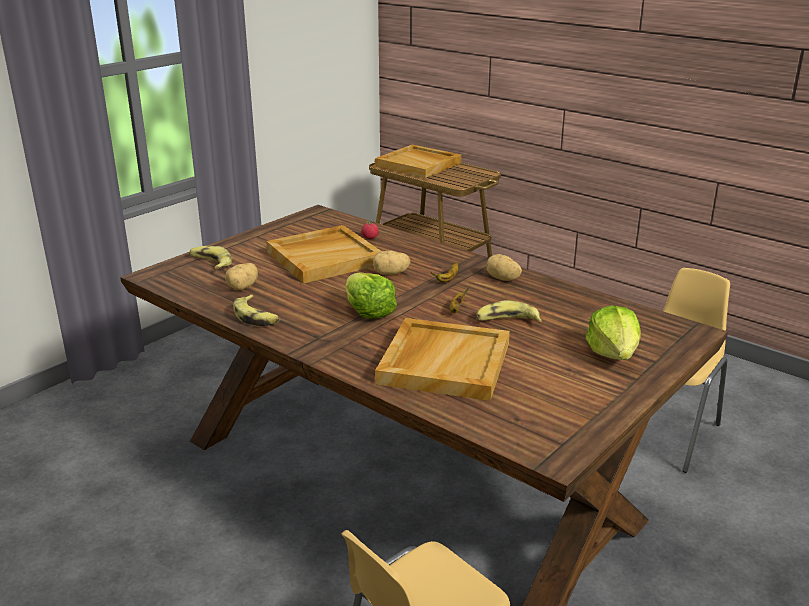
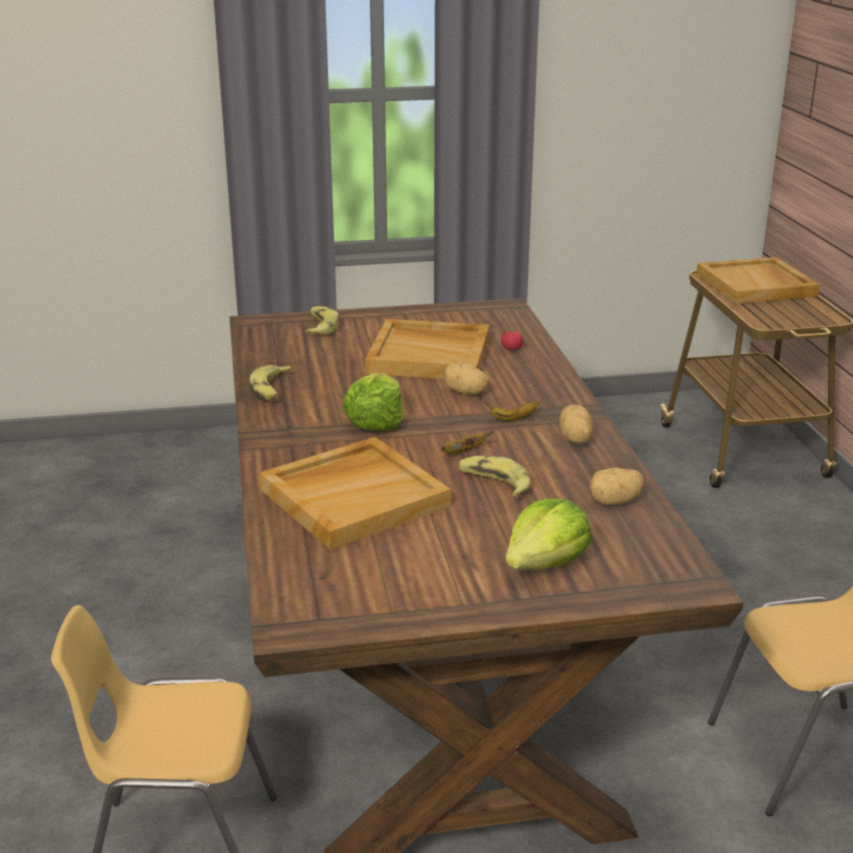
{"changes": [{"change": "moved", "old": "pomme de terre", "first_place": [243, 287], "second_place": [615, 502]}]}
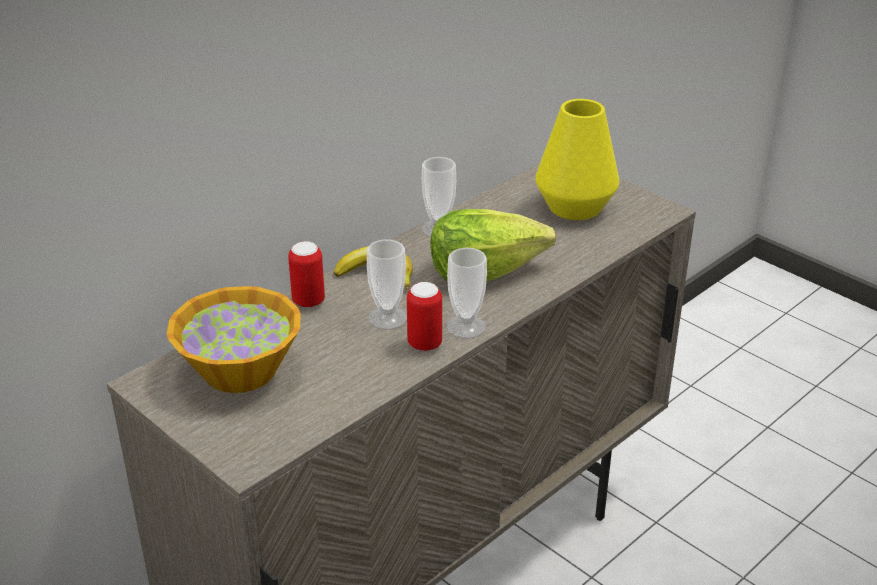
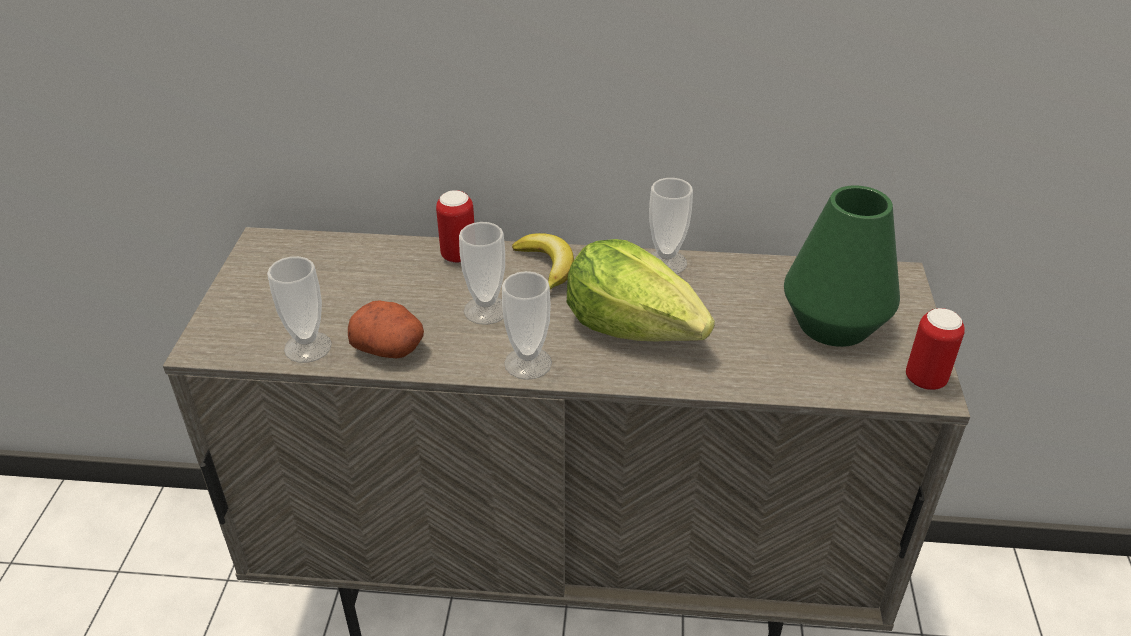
{"changes": [{"change": "removed", "old": "bol", "first_place": [240, 370]}, {"change": "moved", "old": "boîte métallique", "first_place": [424, 344], "second_place": [925, 380]}, {"change": "recoloured", "old": "vase/jaune", "new": "vase/vert", "first_place": [575, 207], "second_place": [833, 324]}, {"change": "added", "new": "tasse", "second_place": [308, 347]}, {"change": "added", "new": "pomme de terre", "second_place": [390, 348]}]}
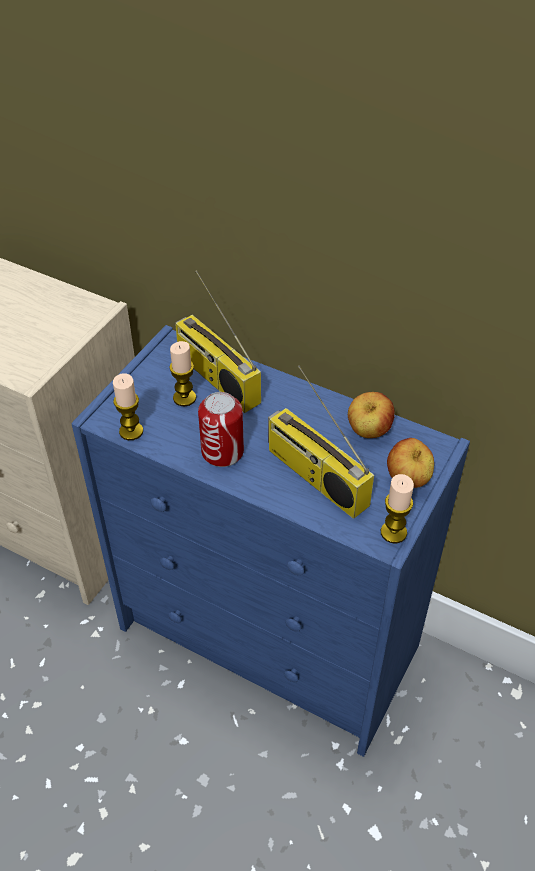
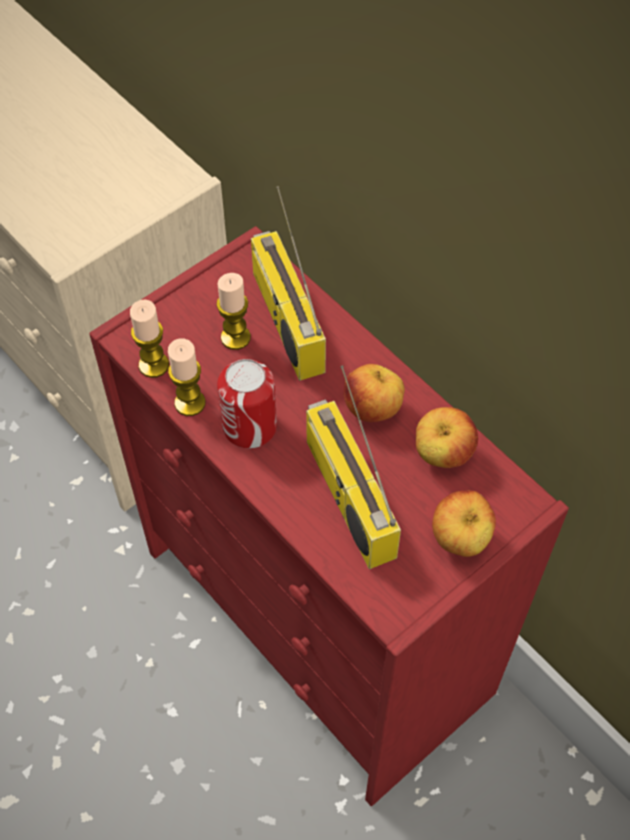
{"changes": [{"change": "recoloured", "old": "commode/bleu", "new": "commode/rouge", "first_place": [272, 638], "second_place": [320, 624]}, {"change": "moved", "old": "bougie", "first_place": [393, 532], "second_place": [190, 403]}, {"change": "added", "new": "pomme", "second_place": [373, 410]}]}
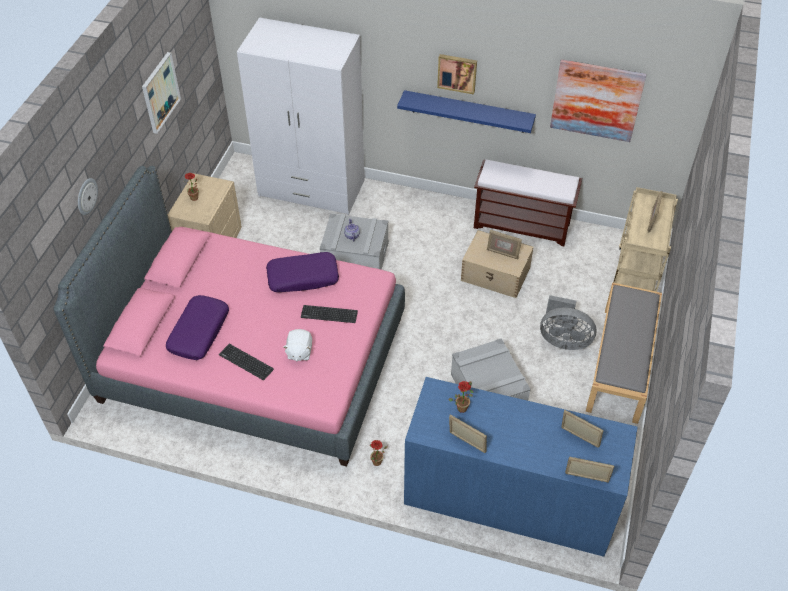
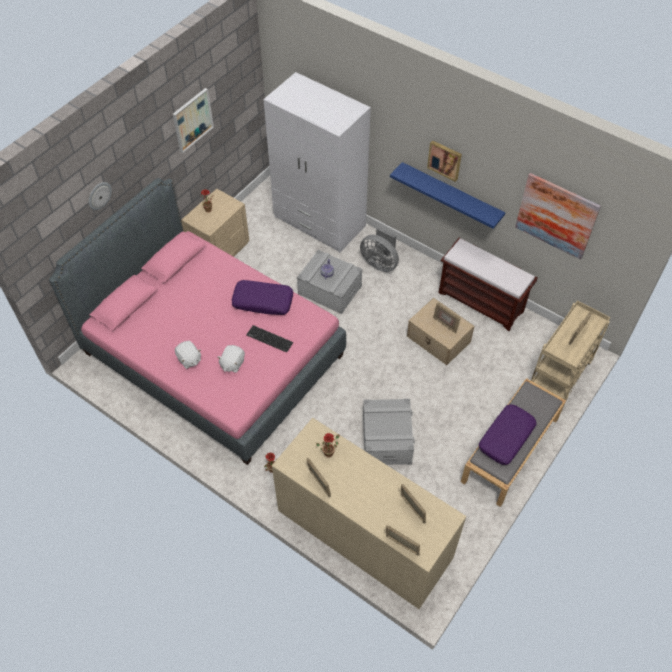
{"changes": [{"change": "moved", "old": "coussin/violet", "first_place": [198, 332], "second_place": [506, 437]}, {"change": "replaced", "old": "clavier", "new": "peluche/blanc", "first_place": [246, 362], "second_place": [189, 359]}, {"change": "recoloured", "old": "commode/bleu", "new": "commode/beige", "first_place": [509, 497], "second_place": [364, 533]}, {"change": "moved", "old": "ventilateur/gris", "first_place": [563, 340], "second_place": [380, 263]}]}
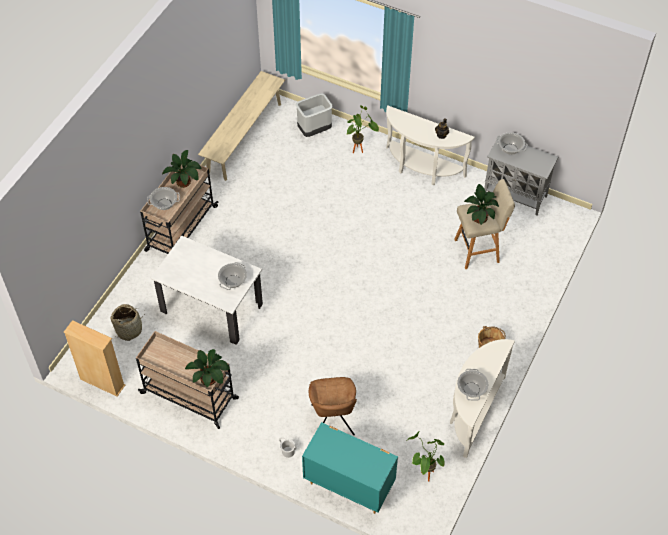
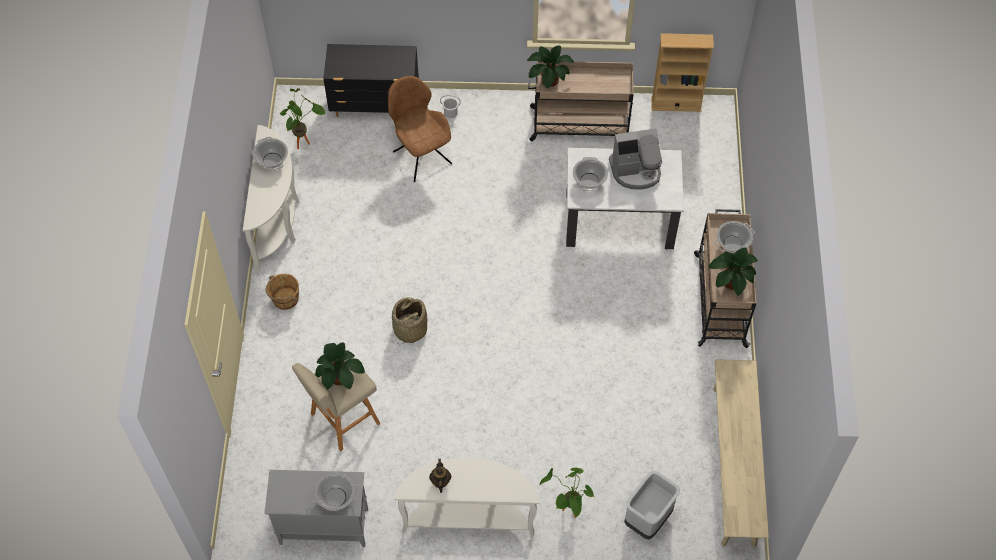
{"changes": [{"change": "moved", "old": "panier", "first_place": [129, 329], "second_place": [410, 329]}, {"change": "recoloured", "old": "commode/turquoise", "new": "commode/noir", "first_place": [348, 485], "second_place": [376, 106]}, {"change": "added", "new": "machine à café", "second_place": [636, 171]}]}
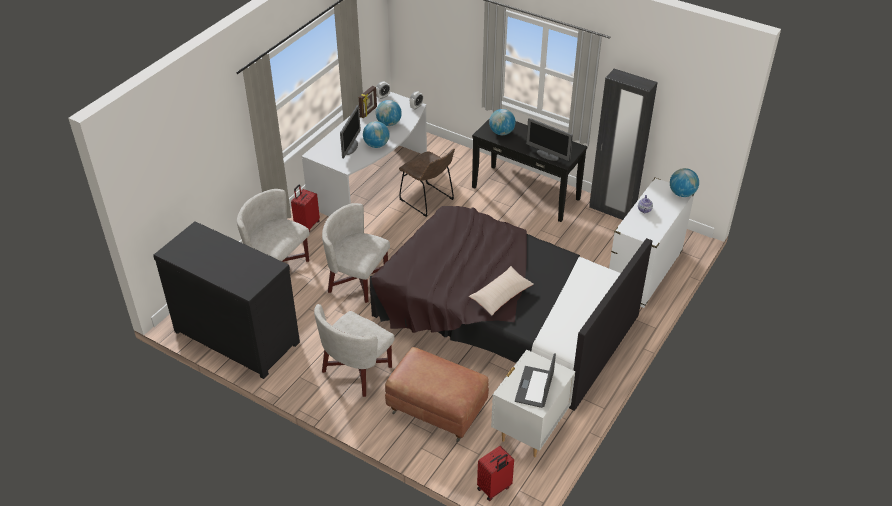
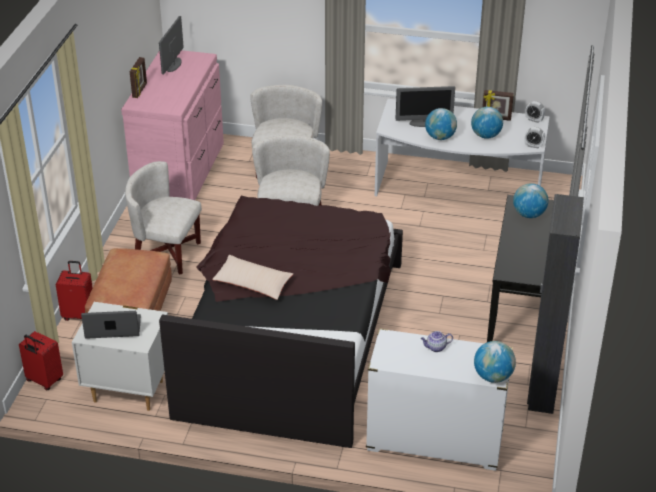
{"changes": [{"change": "recoloured", "old": "commode/noir", "new": "commode/rose", "first_place": [238, 335], "second_place": [181, 173]}, {"change": "moved", "old": "valise/rouge", "first_place": [307, 225], "second_place": [79, 315]}, {"change": "removed", "old": "chaise/marron", "first_place": [428, 201]}, {"change": "moved", "old": "écran d'ordinateur", "first_place": [547, 155], "second_place": [173, 65]}, {"change": "added", "new": "cadre photo", "second_place": [140, 90]}]}
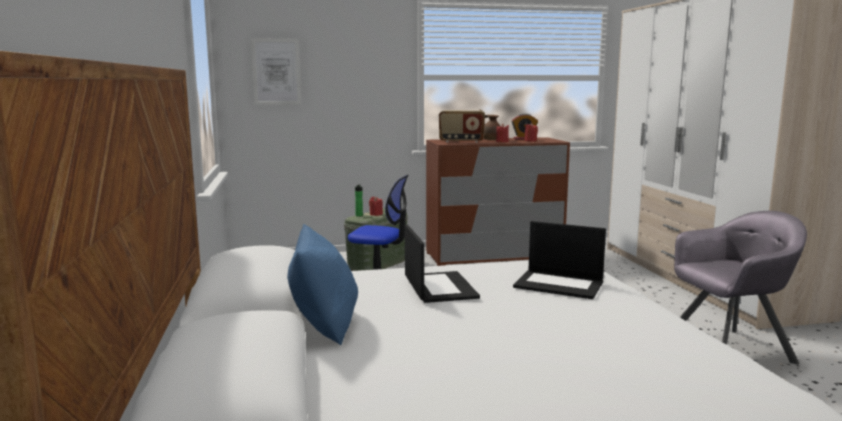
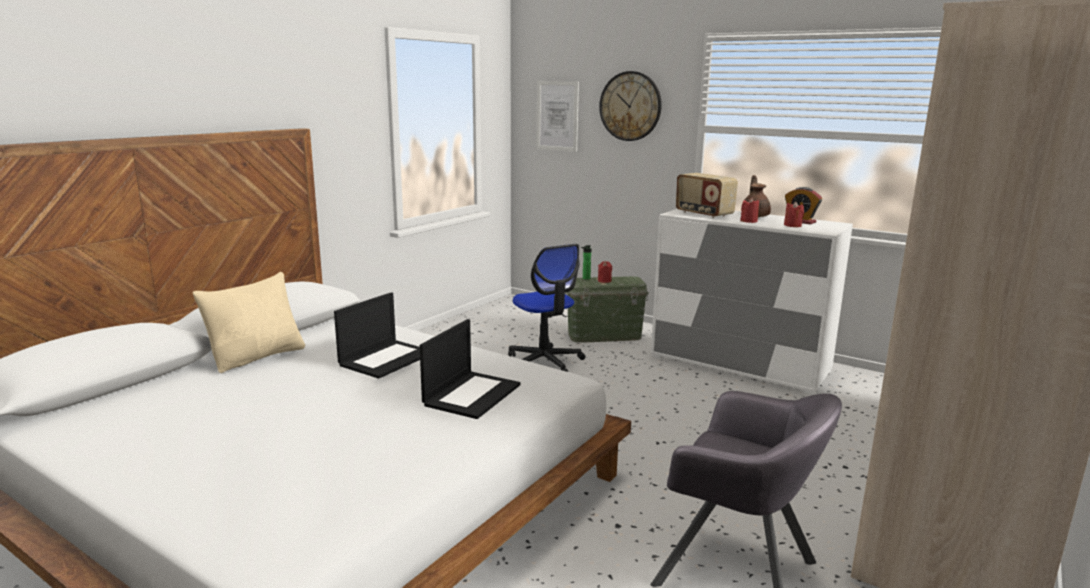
{"changes": [{"change": "recoloured", "old": "coussin/bleu", "new": "coussin/beige", "first_place": [325, 325], "second_place": [257, 357]}, {"change": "recoloured", "old": "commode/marron", "new": "commode/blanc", "first_place": [493, 256], "second_place": [739, 364]}, {"change": "turned", "old": "ordinateur portable", "first_place": [560, 284], "second_place": [472, 394], "degrees": -135}, {"change": "added", "new": "horloge murale", "second_place": [630, 106]}]}
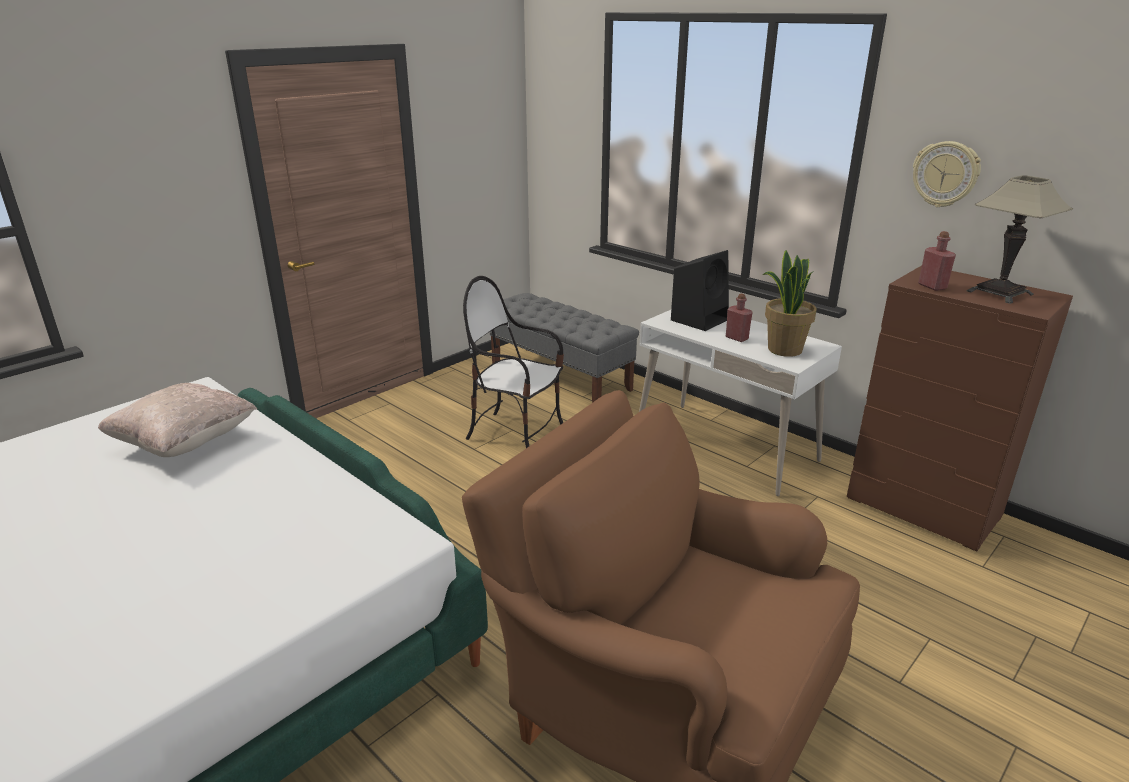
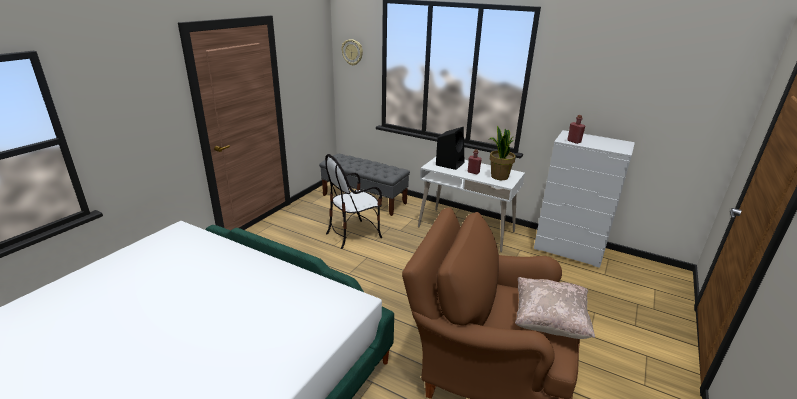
{"changes": [{"change": "moved", "old": "coussin/beige", "first_place": [185, 443], "second_place": [549, 322]}, {"change": "turned", "old": "chaise", "first_place": [516, 434], "second_place": [353, 234], "degrees": -45}, {"change": "recoloured", "old": "commode/marron", "new": "commode/blanc", "first_place": [923, 508], "second_place": [569, 250]}, {"change": "moved", "old": "horloge murale", "first_place": [945, 174], "second_place": [352, 52]}, {"change": "removed", "old": "lampe de table", "first_place": [1000, 293]}]}
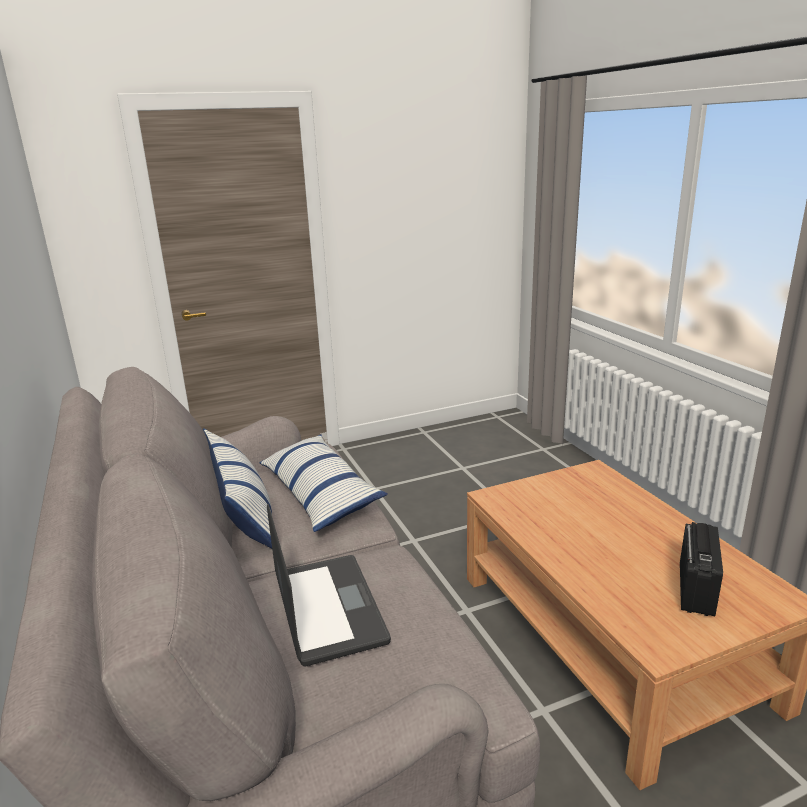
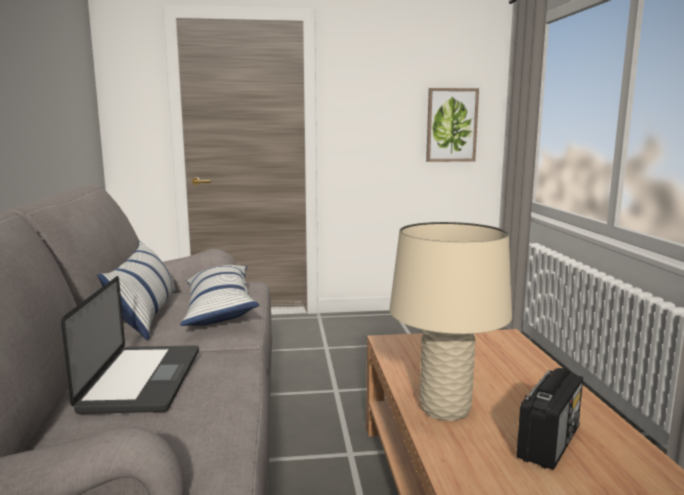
{"changes": [{"change": "added", "new": "lampe de table/beige", "second_place": [444, 409]}, {"change": "added", "new": "tableau", "second_place": [451, 125]}]}
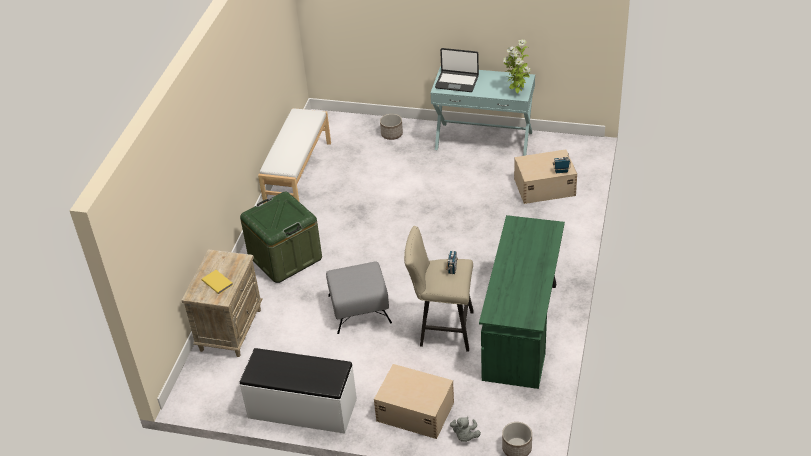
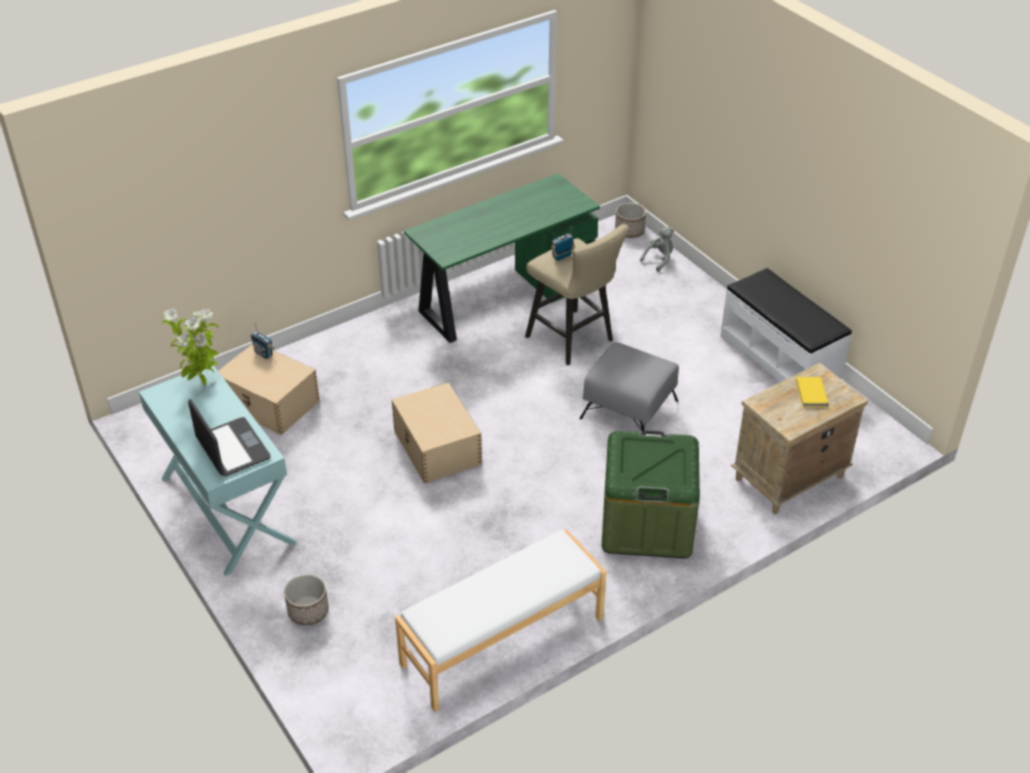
{"changes": [{"change": "moved", "old": "boîte de rangement/beige", "first_place": [414, 411], "second_place": [437, 448]}]}
